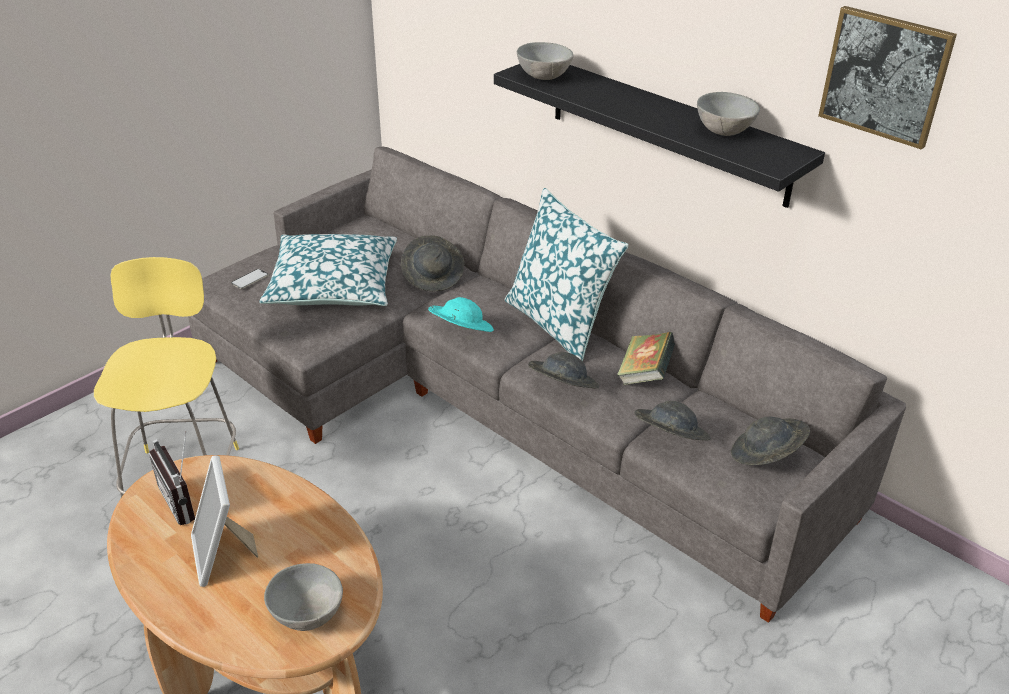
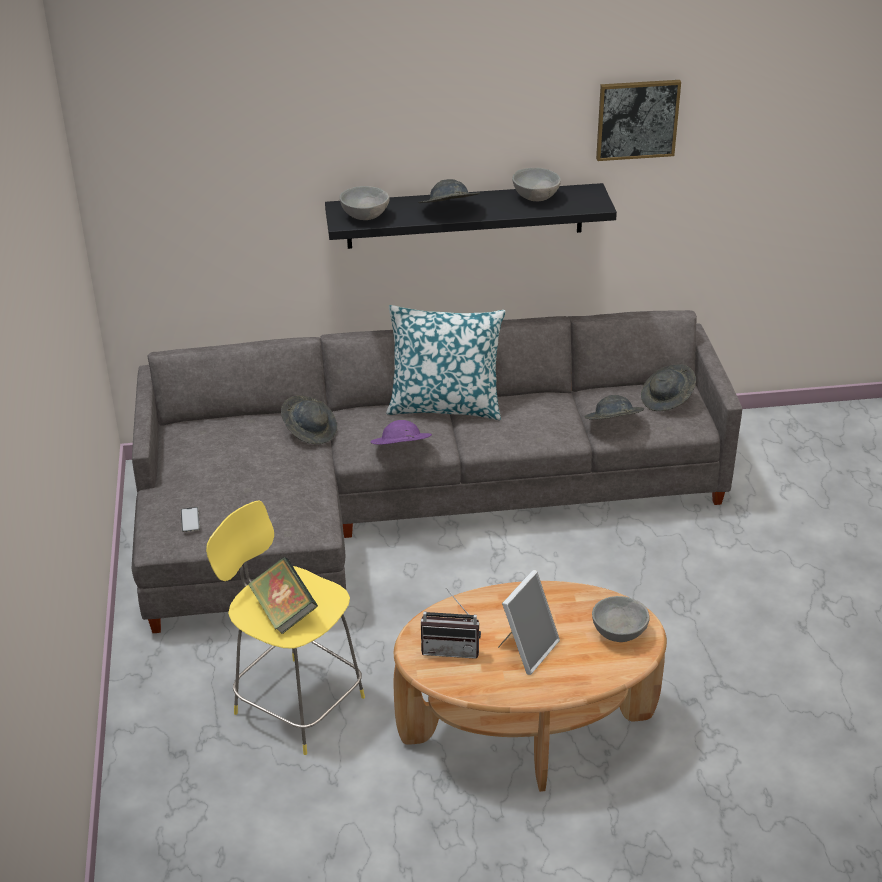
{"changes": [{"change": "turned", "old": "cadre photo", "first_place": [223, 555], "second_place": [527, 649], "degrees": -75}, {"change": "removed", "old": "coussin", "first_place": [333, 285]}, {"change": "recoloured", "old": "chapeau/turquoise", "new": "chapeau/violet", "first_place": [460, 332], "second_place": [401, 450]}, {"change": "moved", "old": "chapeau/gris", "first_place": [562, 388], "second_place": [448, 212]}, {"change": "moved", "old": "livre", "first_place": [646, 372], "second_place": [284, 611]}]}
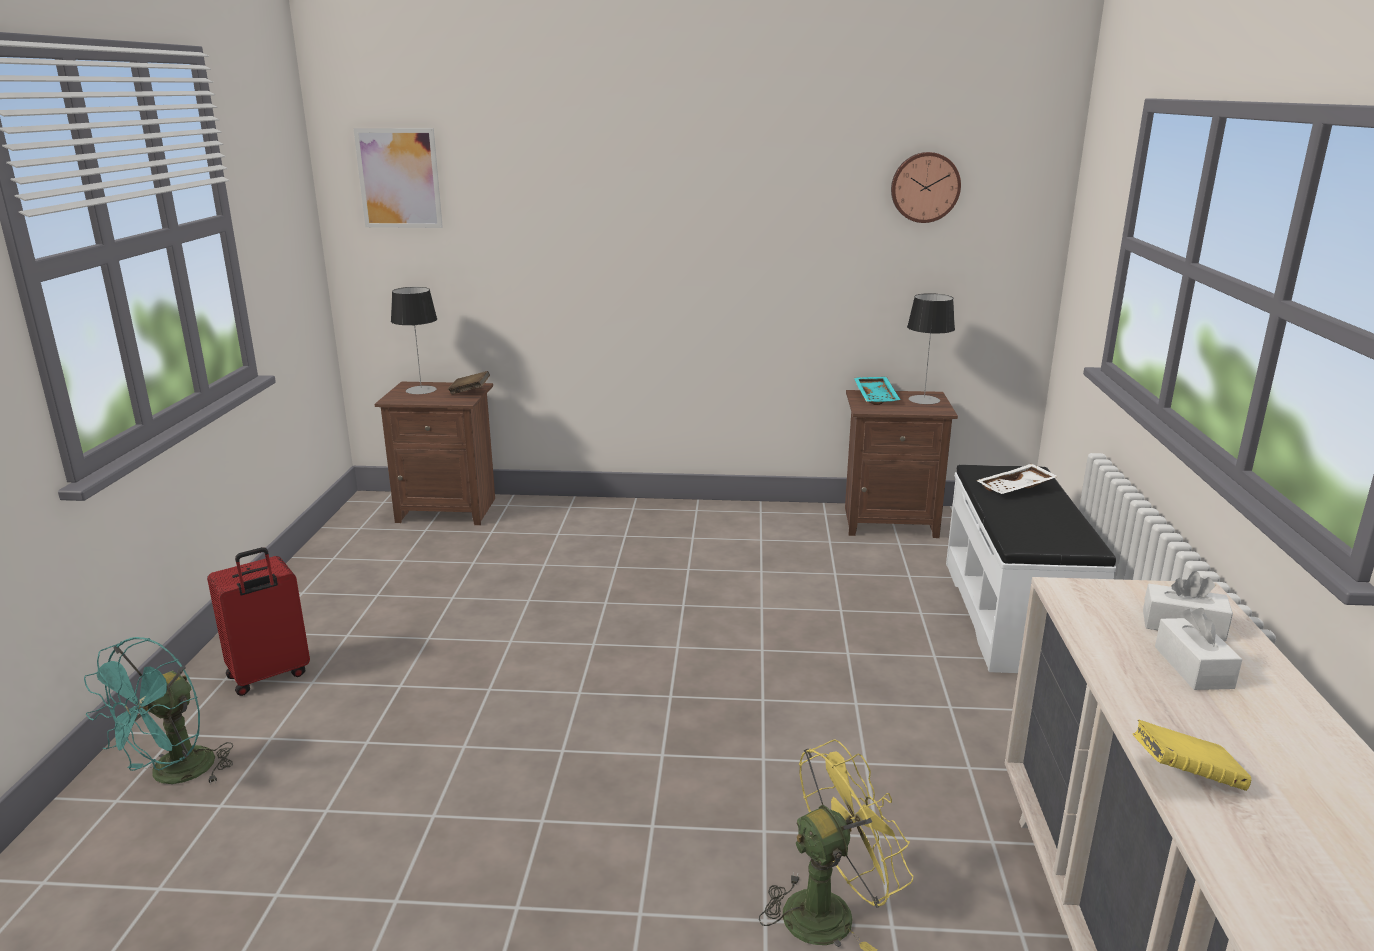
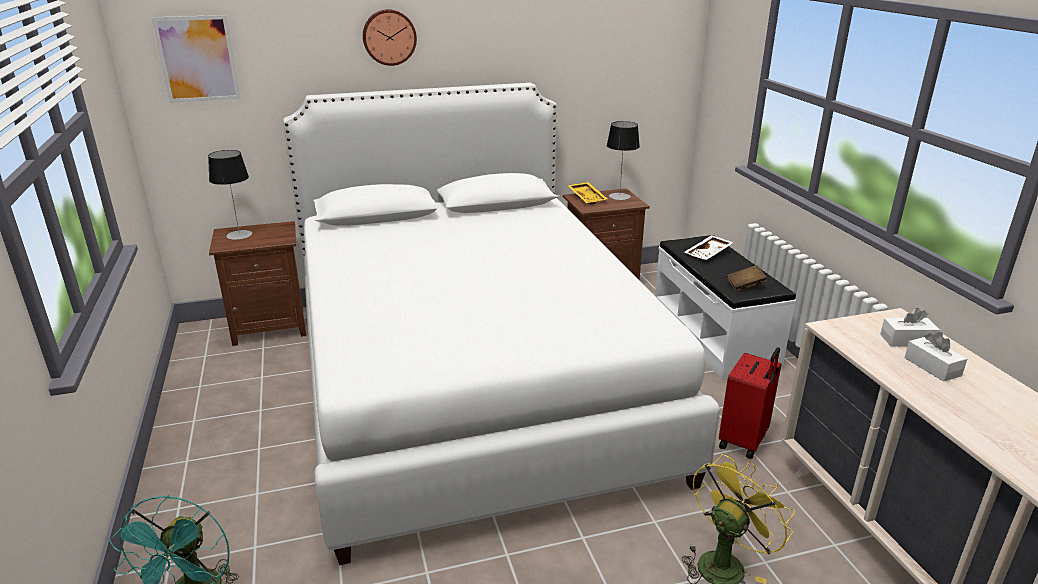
{"changes": [{"change": "moved", "old": "valise/rouge", "first_place": [269, 676], "second_place": [744, 441]}, {"change": "moved", "old": "livre/marron", "first_place": [470, 392], "second_place": [745, 286]}, {"change": "recoloured", "old": "plateau/turquoise", "new": "plateau/jaune", "first_place": [877, 397], "second_place": [588, 198]}, {"change": "moved", "old": "horloge murale", "first_place": [925, 187], "second_place": [389, 37]}, {"change": "removed", "old": "livre/jaune", "first_place": [1185, 776]}, {"change": "added", "new": "lit/blanc", "second_place": [471, 382]}]}
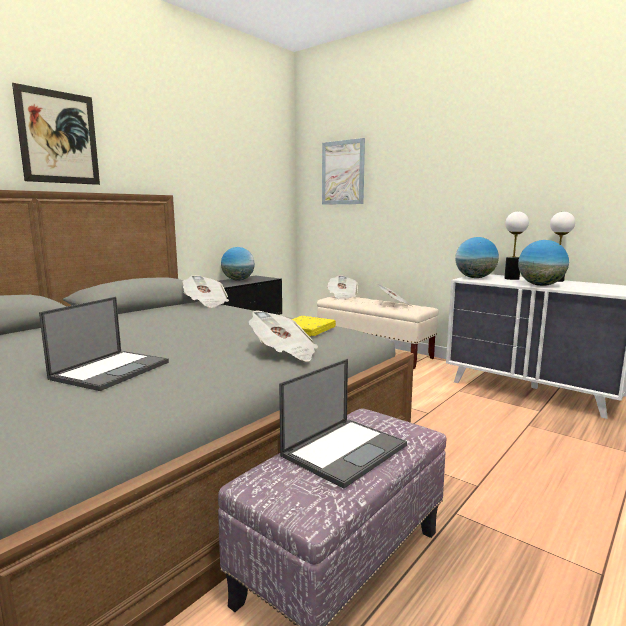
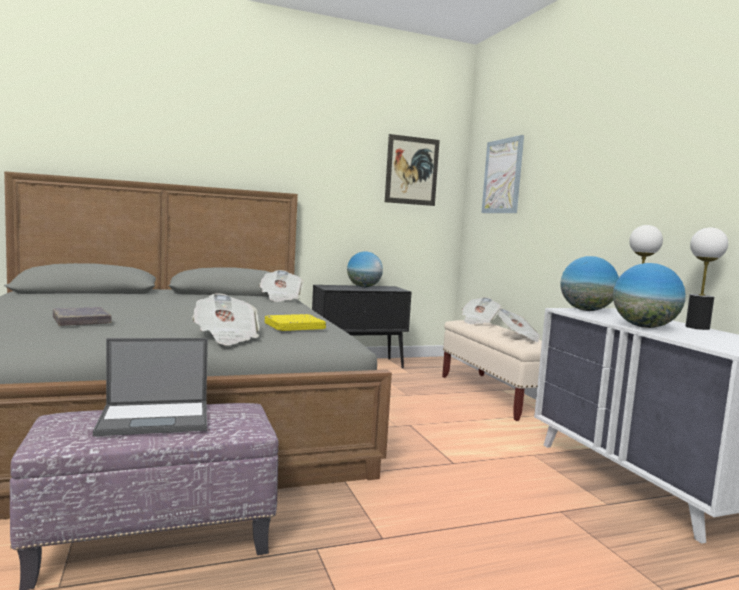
{"changes": [{"change": "moved", "old": "tableau", "first_place": [59, 137], "second_place": [412, 170]}, {"change": "replaced", "old": "ordinateur portable", "new": "livre/gris", "first_place": [111, 370], "second_place": [81, 321]}]}
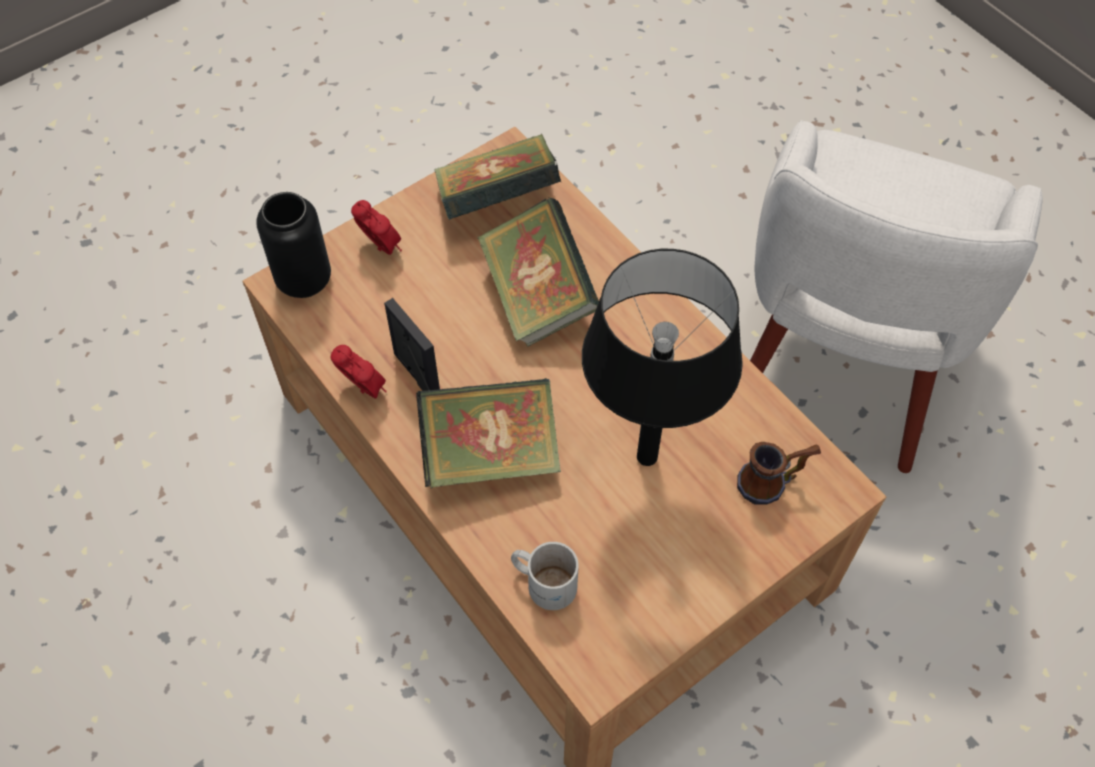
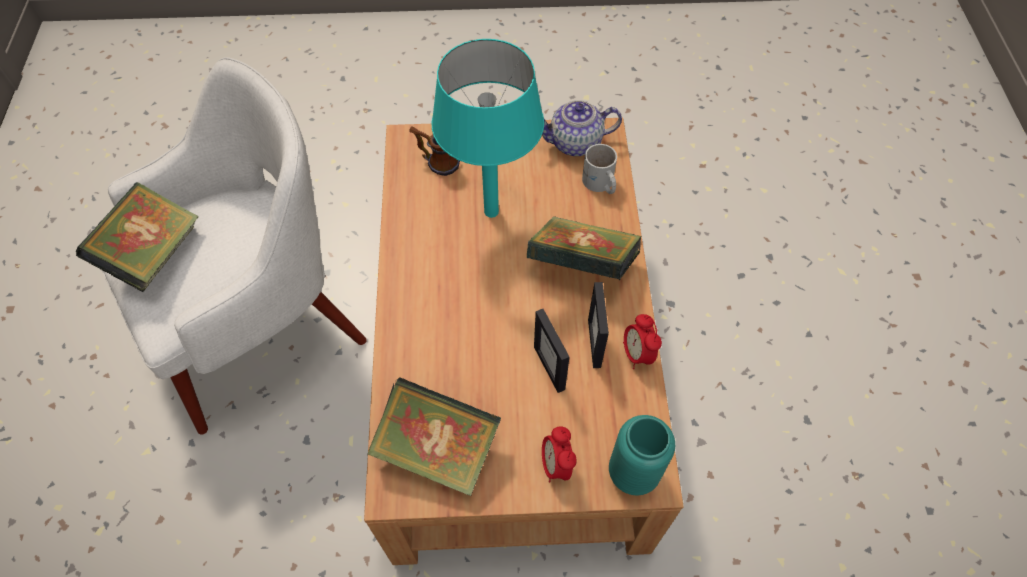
{"changes": [{"change": "recoloured", "old": "vase/noir", "new": "vase/turquoise", "first_place": [304, 280], "second_place": [633, 473]}, {"change": "moved", "old": "livre", "first_place": [538, 296], "second_place": [153, 254]}, {"change": "recoloured", "old": "lampe de table/noir", "new": "lampe de table/turquoise", "first_place": [646, 456], "second_place": [491, 212]}, {"change": "added", "new": "cadre photo", "second_place": [549, 368]}, {"change": "added", "new": "théière", "second_place": [576, 143]}]}
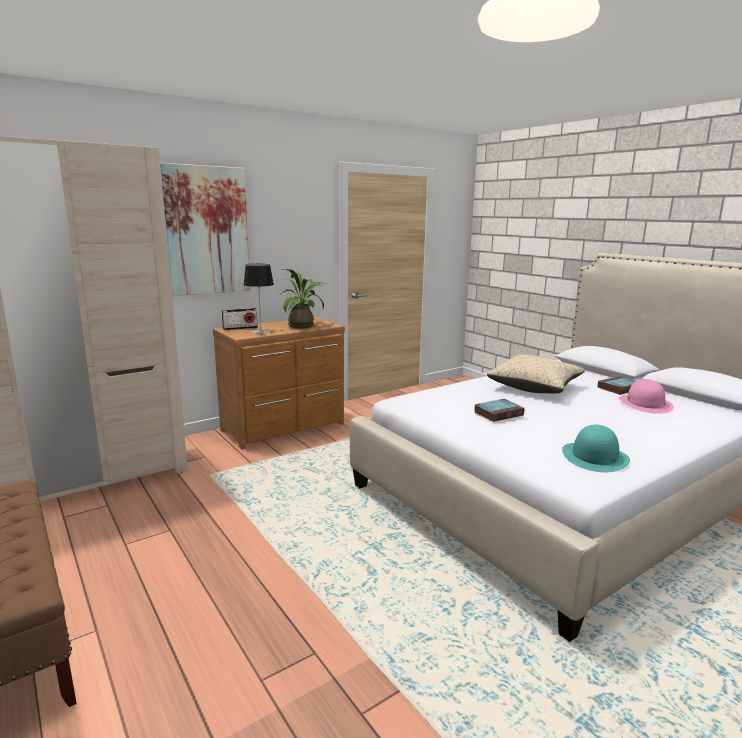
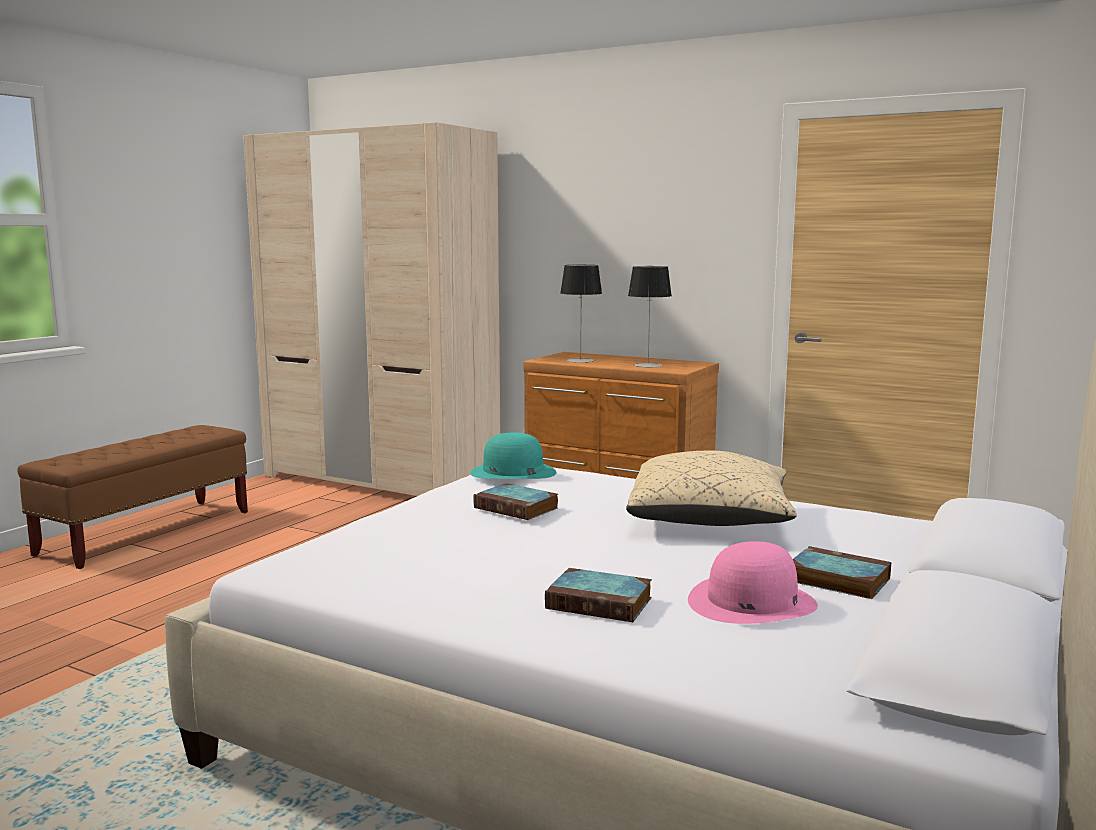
{"changes": [{"change": "removed", "old": "tableau", "first_place": [207, 231]}, {"change": "removed", "old": "radio", "first_place": [240, 328]}, {"change": "replaced", "old": "plante en pot", "new": "lampe de table", "first_place": [304, 326], "second_place": [648, 365]}, {"change": "moved", "old": "chapeau/turquoise", "first_place": [595, 457], "second_place": [512, 472]}, {"change": "added", "new": "livre", "second_place": [601, 603]}]}
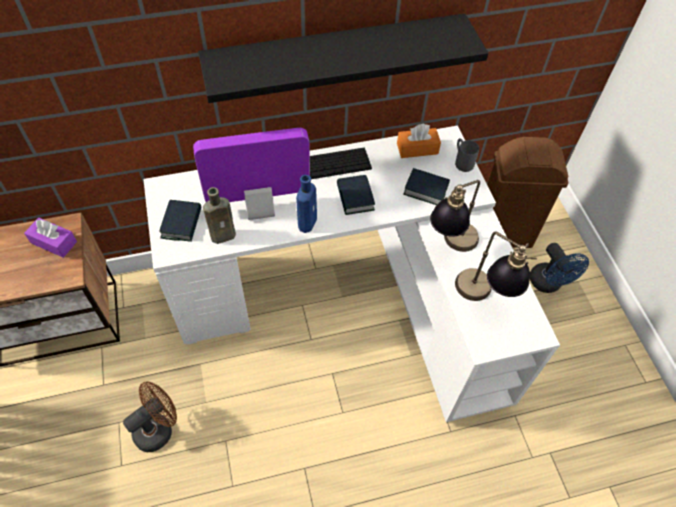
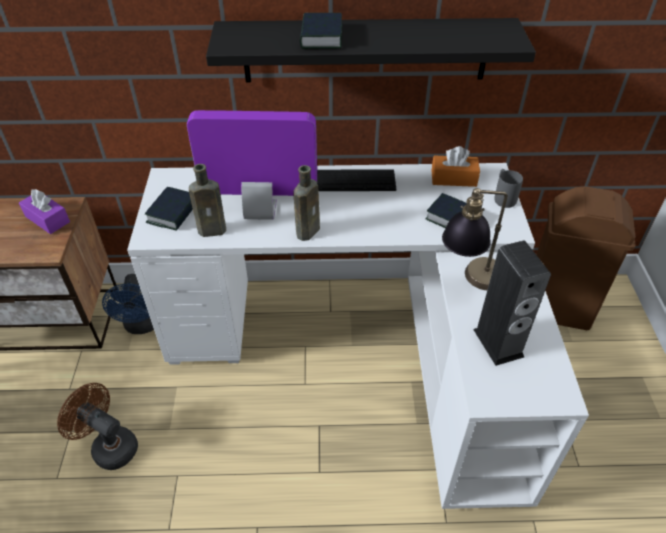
{"changes": [{"change": "turned", "old": "ventilateur/marron", "first_place": [158, 428], "second_place": [109, 446], "degrees": -120}, {"change": "recoloured", "old": "bouteille/bleu", "new": "bouteille/marron", "first_place": [308, 221], "second_place": [309, 230]}, {"change": "moved", "old": "livre", "first_place": [355, 198], "second_place": [321, 37]}, {"change": "replaced", "old": "lampe de table", "new": "enceinte", "first_place": [483, 297], "second_place": [498, 343]}, {"change": "moved", "old": "ventilateur/bleu", "first_place": [548, 284], "second_place": [142, 326]}]}
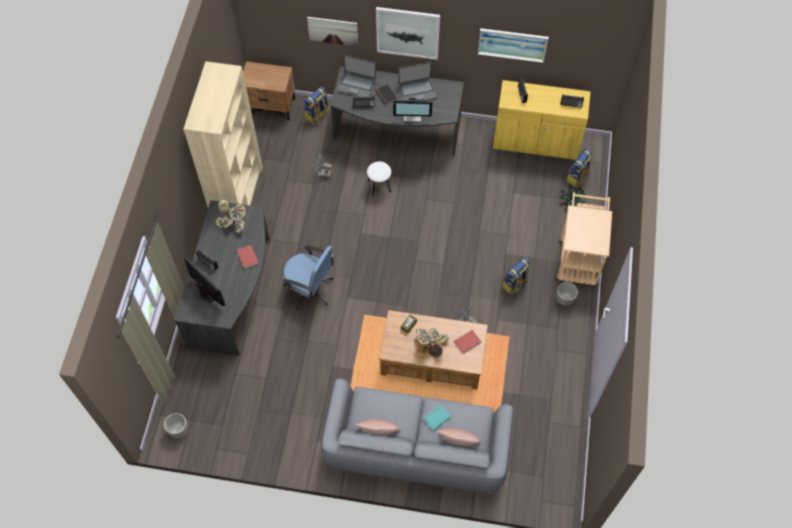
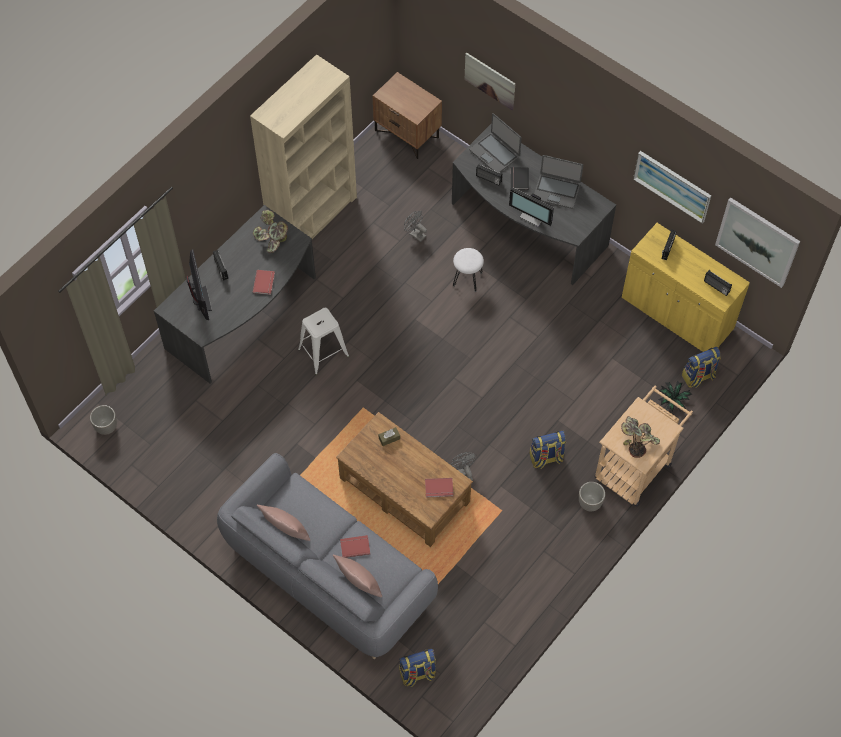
{"changes": [{"change": "replaced", "old": "chaise de bureau/bleu", "new": "tabouret/blanc", "first_place": [310, 289], "second_place": [324, 352]}, {"change": "moved", "old": "sac à dos", "first_place": [317, 115], "second_place": [417, 674]}, {"change": "moved", "old": "tableau", "first_place": [407, 32], "second_place": [757, 241]}, {"change": "moved", "old": "plante en pot", "first_place": [431, 344], "second_place": [637, 440]}, {"change": "recoloured", "old": "livre/turquoise", "new": "livre/rouge", "first_place": [436, 417], "second_place": [354, 546]}]}
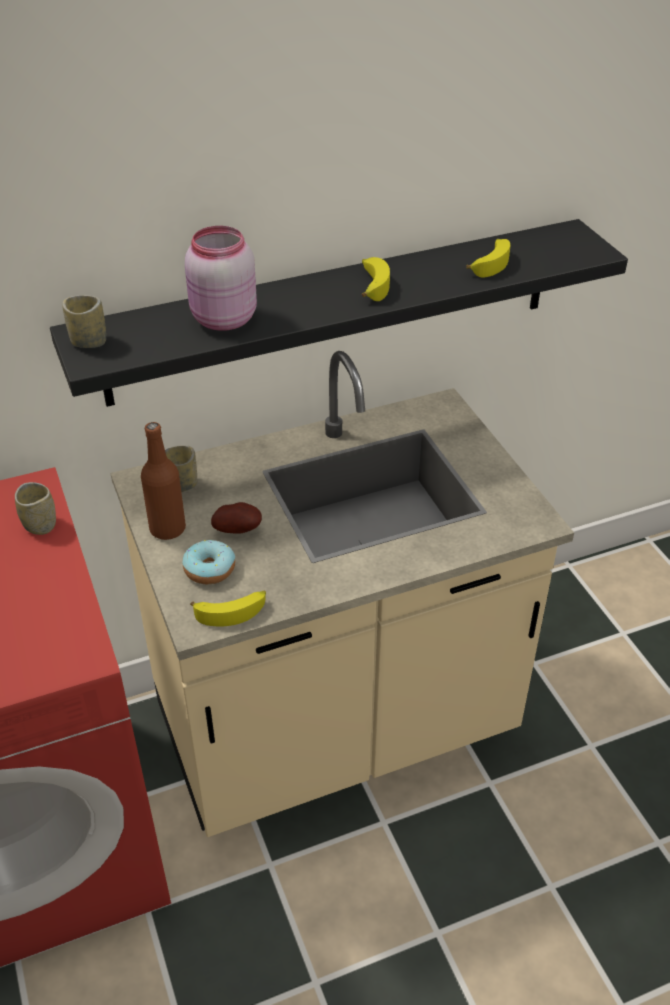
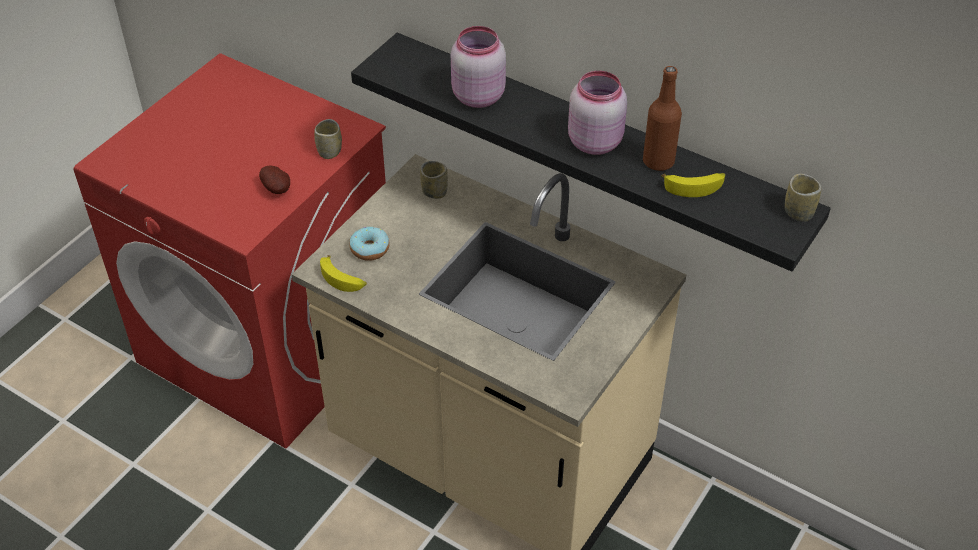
{"changes": [{"change": "moved", "old": "tasse", "first_place": [89, 341], "second_place": [798, 212]}, {"change": "moved", "old": "bouteille/marron", "first_place": [167, 529], "second_place": [658, 161]}, {"change": "moved", "old": "pomme de terre", "first_place": [238, 529], "second_place": [277, 189]}, {"change": "replaced", "old": "banane", "new": "bocal/rose", "first_place": [372, 285], "second_place": [594, 141]}]}
